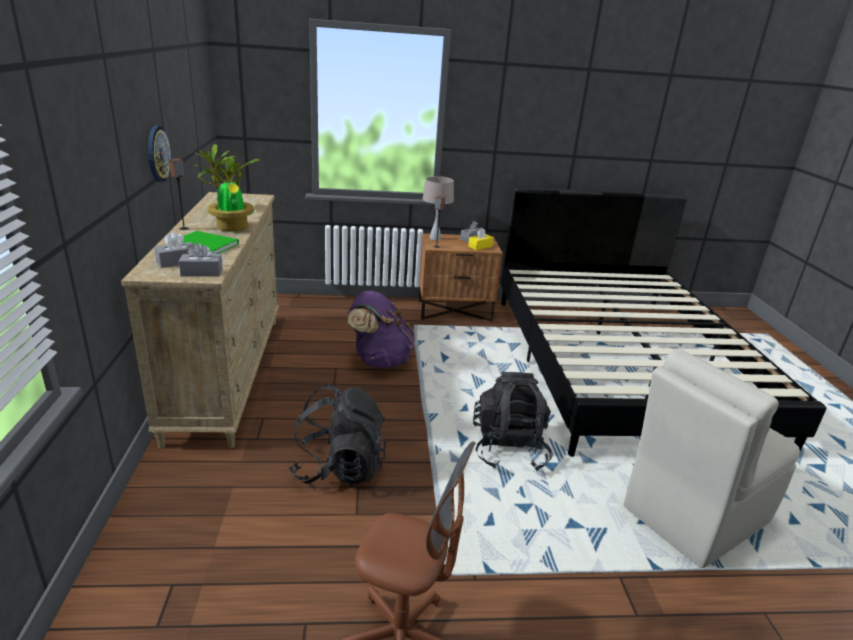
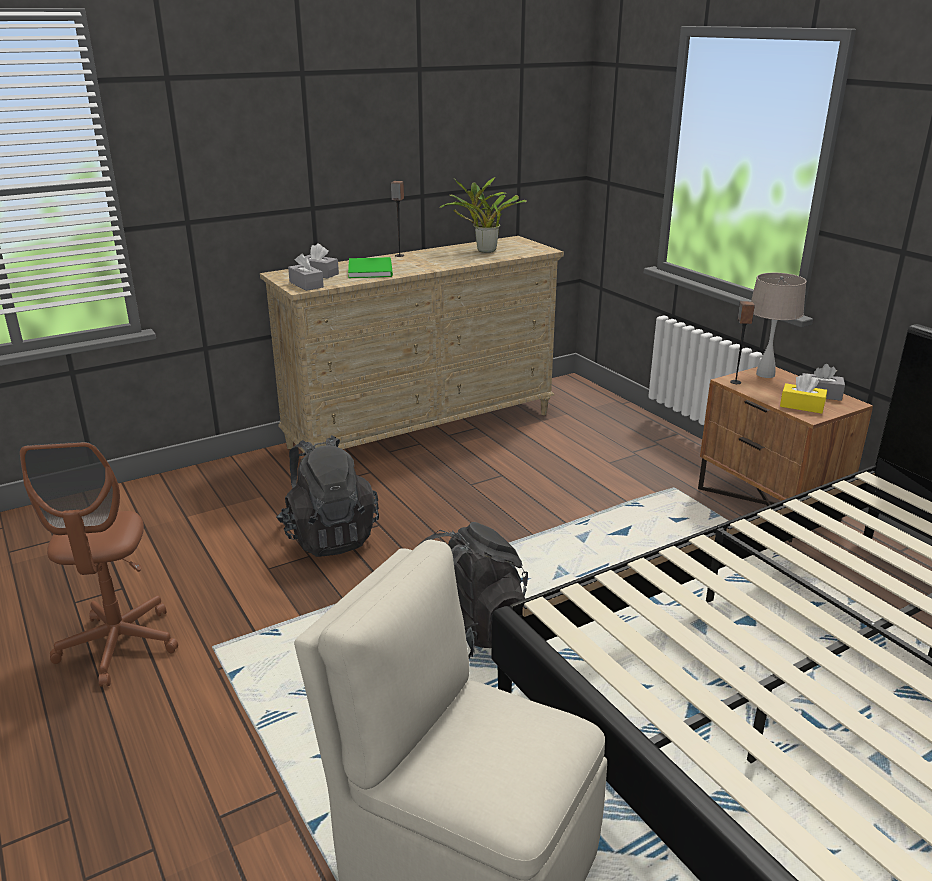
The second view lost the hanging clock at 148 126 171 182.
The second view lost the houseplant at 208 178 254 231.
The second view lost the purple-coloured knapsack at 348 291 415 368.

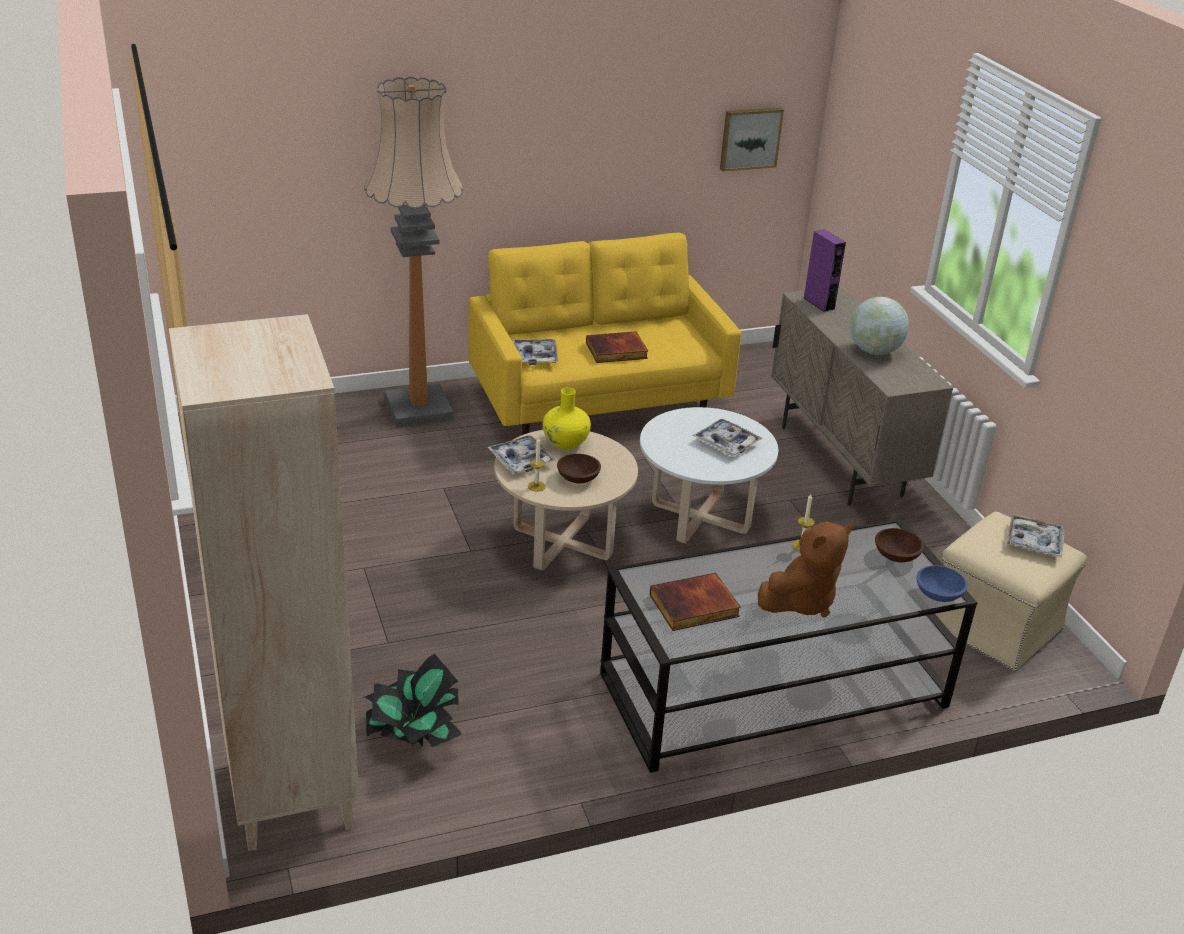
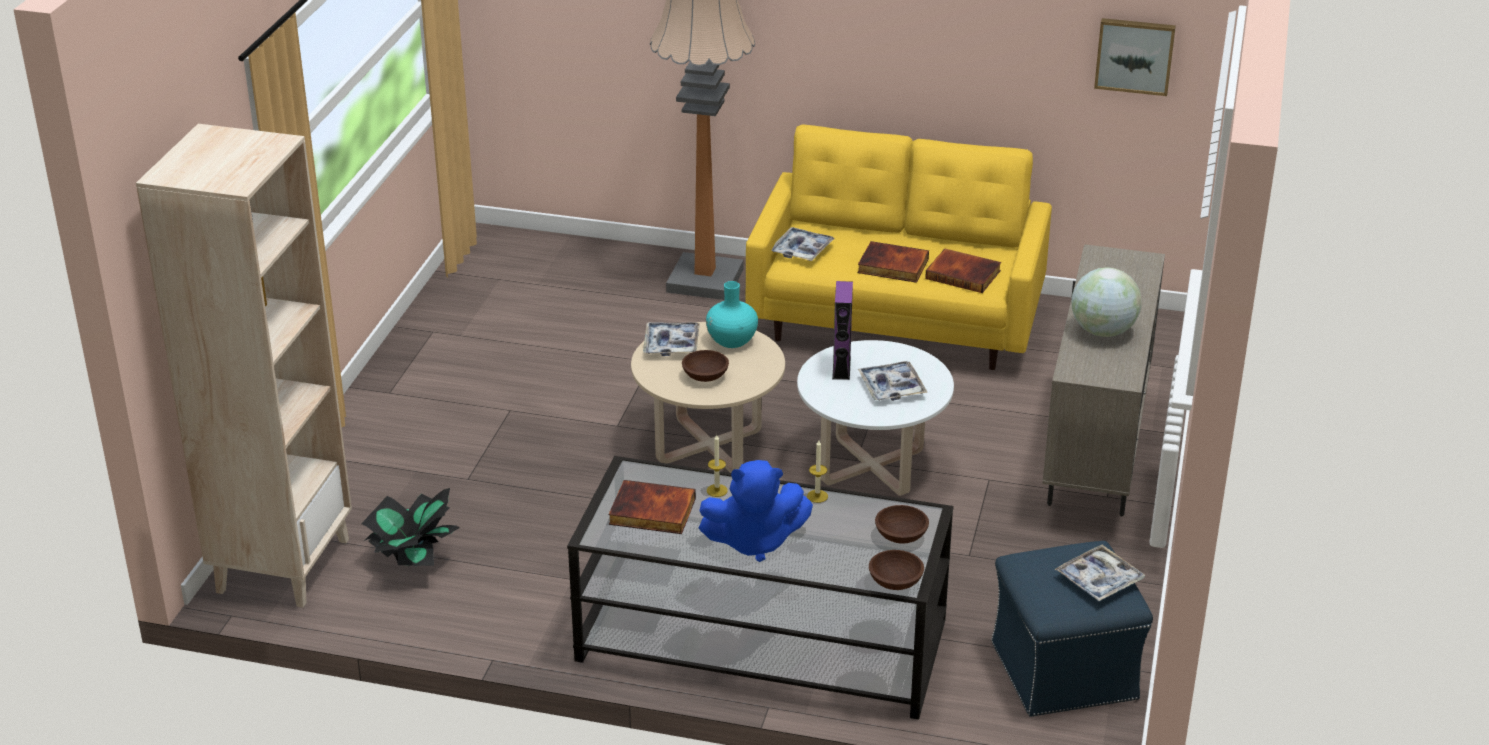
The purple-coloured audio speaker ended up elsewhere, having gone from 804 229 846 312 to 832 281 853 380.
What was the yellowish flower vase at 543 387 591 450 turned into the blue-green flower vase at 706 281 758 348.
The wax light ended up elsewhere, having gone from 528 436 546 492 to 707 435 728 497.
What was the sand-coloured pouffe at 936 512 1087 672 turned into the blue-coloured pouffe at 991 541 1153 717.
What was the brown-coloured plush toy at 758 521 853 617 turned into the blue-coloured plush toy at 699 460 813 562.
What was the blue-coloured serving bowl at 916 565 968 602 turned into the brown-coloured serving bowl at 869 550 924 590.
The second view gained the bound book at 925 249 1001 293.

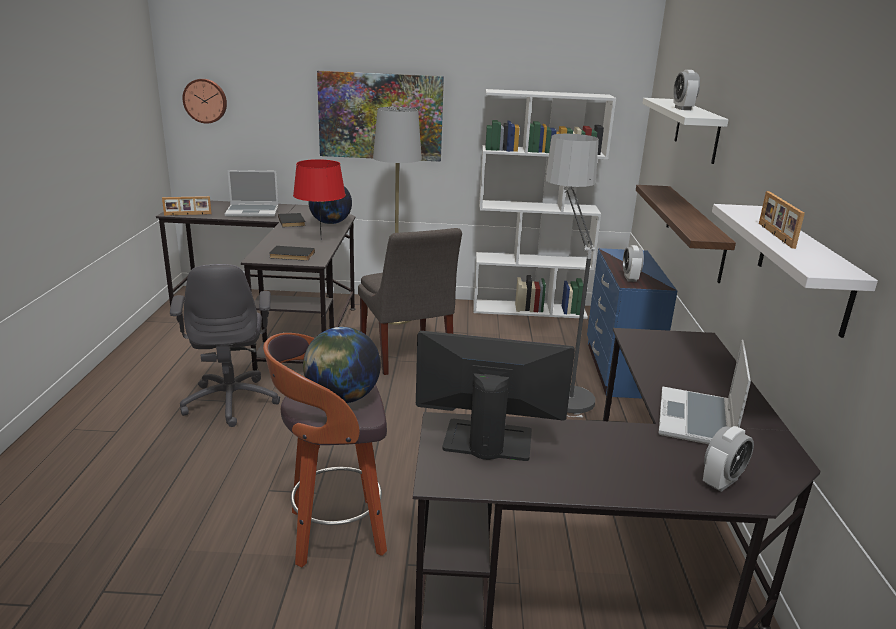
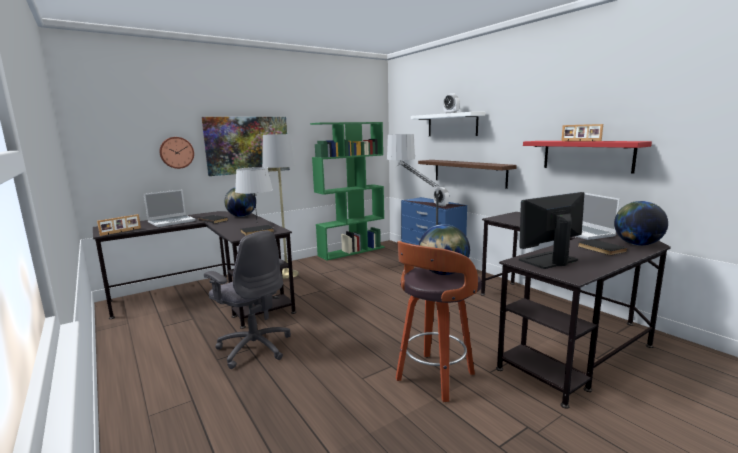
The hanging clock ended up elsewhere, having gone from 182 79 227 124 to 159 137 194 169.
What was the whitish bookcase at 473 89 616 319 turned into the greenish bookcase at 310 122 385 261.
What was the reddish lamp for a table at 293 159 346 233 turned into the grey lamp for a table at 235 167 273 219.
What was the whitish wall shelf at 712 204 878 338 turned into the reddish wall shelf at 523 141 652 174.
The second view lost the grey chair at 358 228 462 375.
Where the alarm clock stood at 703 426 754 492, the globe came to stand at 614 201 668 246.
The second view gained the blackish bound book at 578 239 627 255.

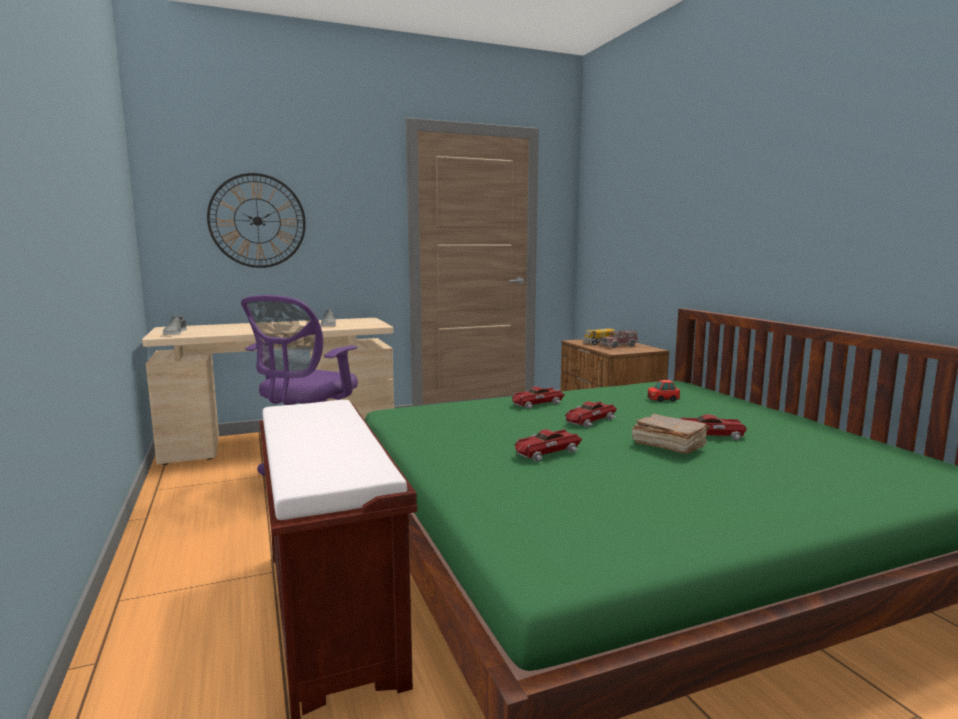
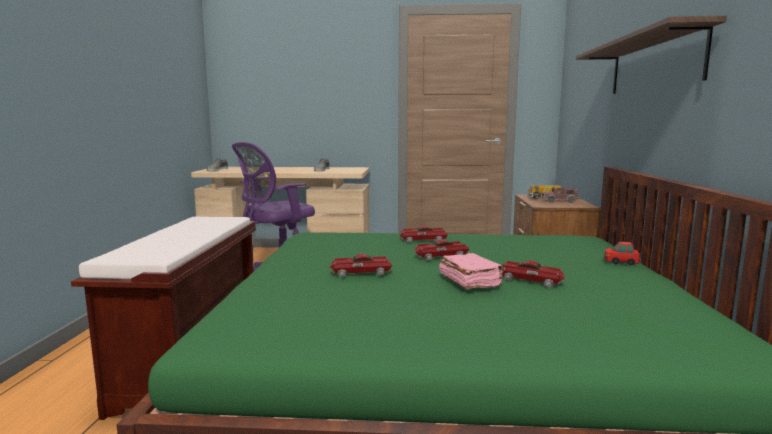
The second view lost the hanging clock at 207 173 306 268.
The miniature car ended up elsewhere, having gone from 648 380 680 402 to 604 242 640 266.
What was the brown-coloured bound book at 632 414 709 454 turned into the pink bound book at 439 253 505 289.
The second view gained the wall shelf at 576 16 727 94.

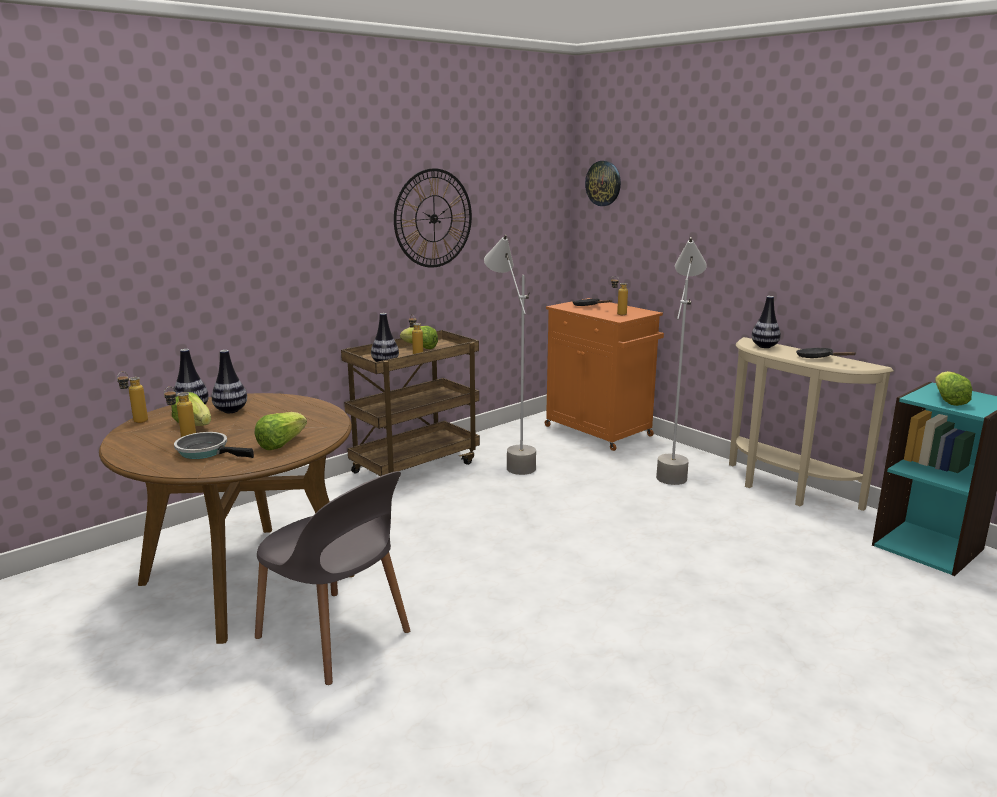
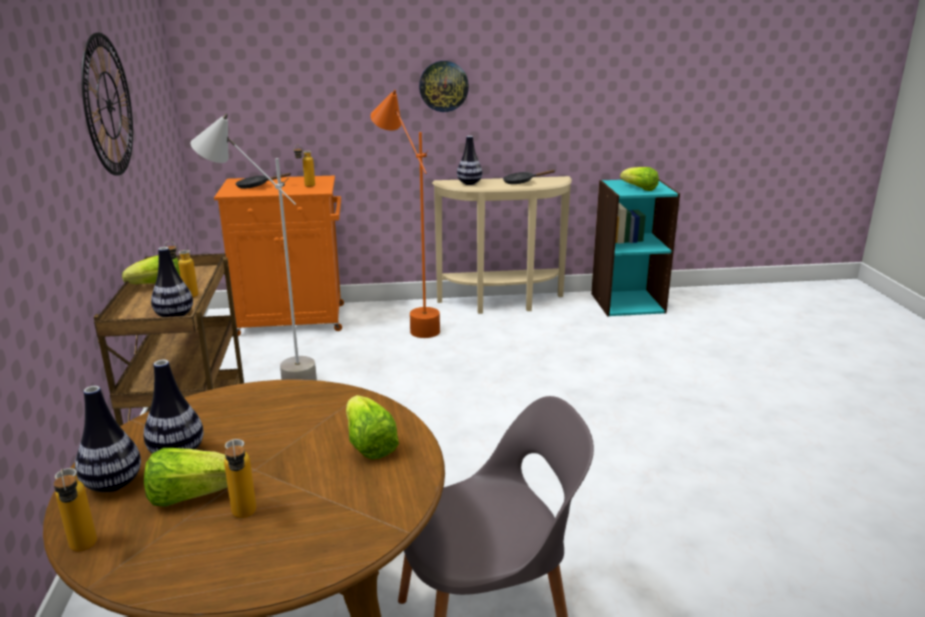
The hanging clock ended up elsewhere, having gone from 585 161 621 206 to 419 61 469 112.
What was the grey standard lamp at 656 237 707 485 turned into the orange-coloured standard lamp at 371 90 440 338.
The second view lost the pan at 174 432 254 459.

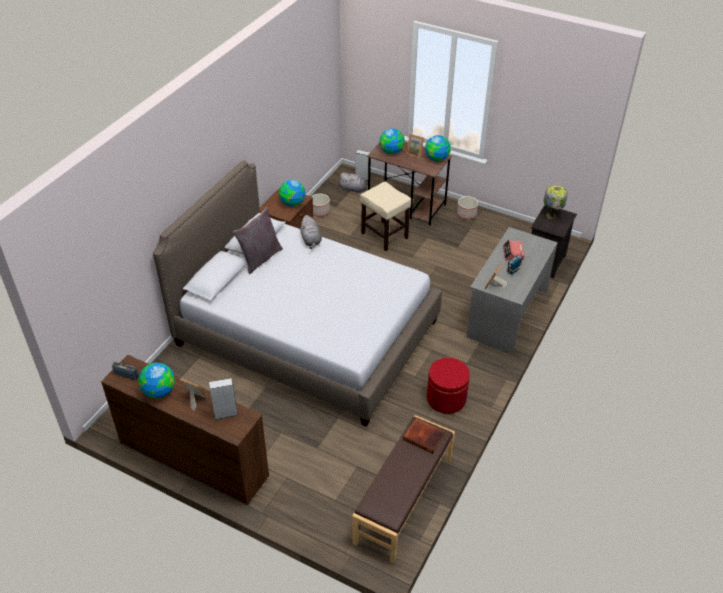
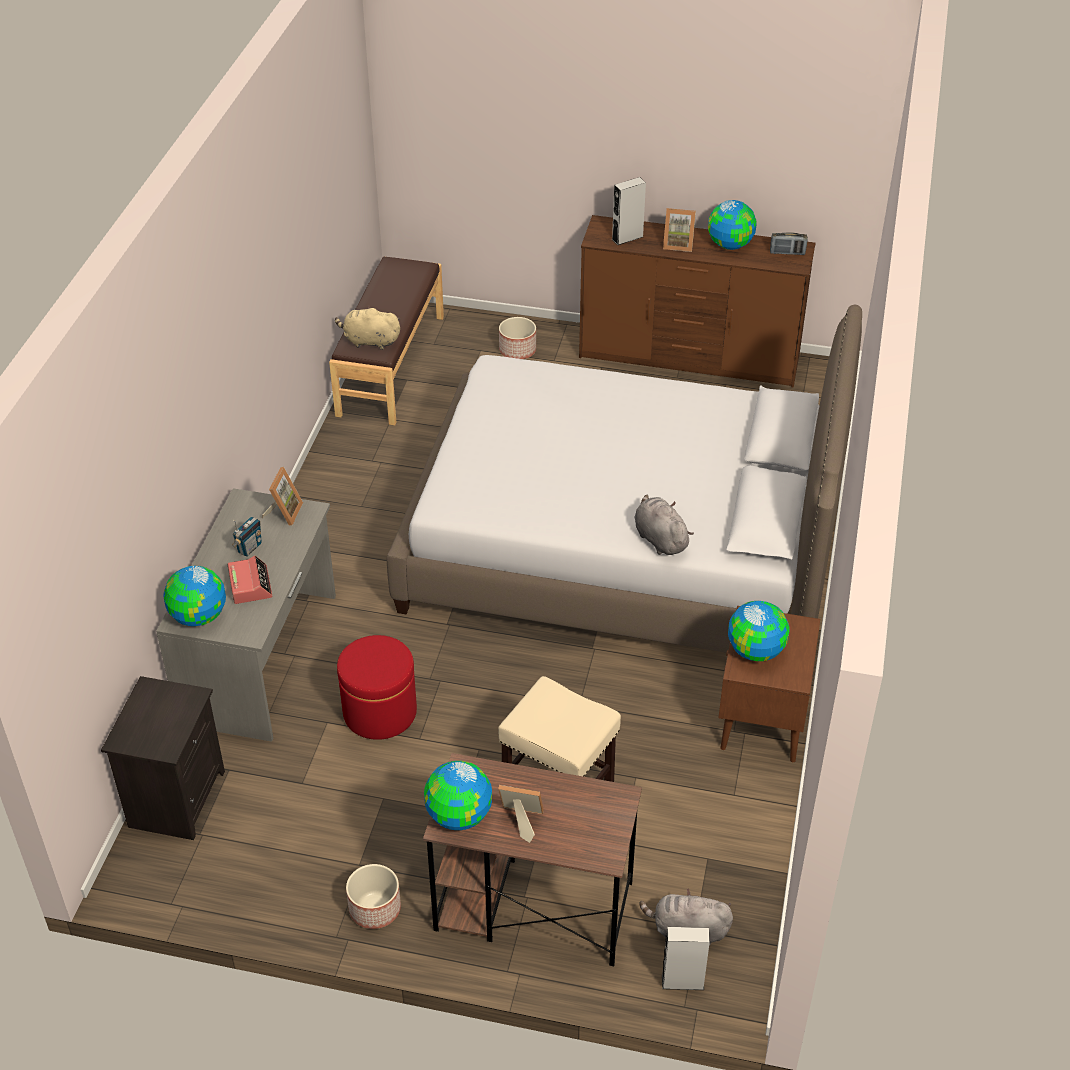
The globe ended up elsewhere, having gone from 380 128 405 154 to 163 566 226 626.
The second view lost the lamp for a table at 544 185 568 219.
The plant pot ended up elsewhere, having gone from 311 194 330 217 to 499 317 536 359.
The second view lost the grey throw pillow at 233 207 283 274.
The reddish pouffe ended up elsewhere, having gone from 427 358 470 414 to 337 635 417 740.
Where the bound book stood at 403 418 445 454, the sand-coloured plush toy came to stand at 335 305 401 350.

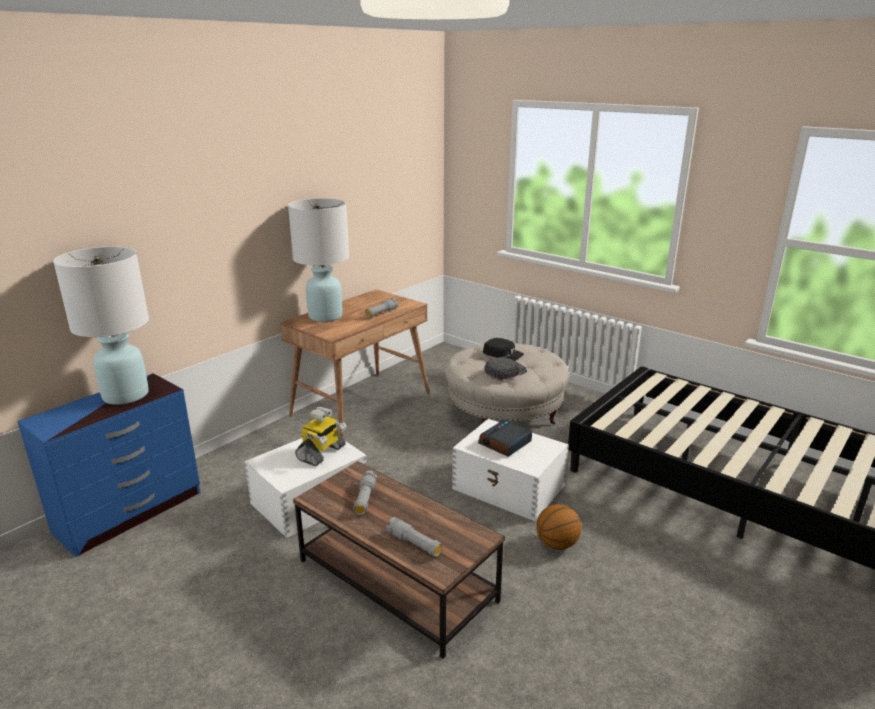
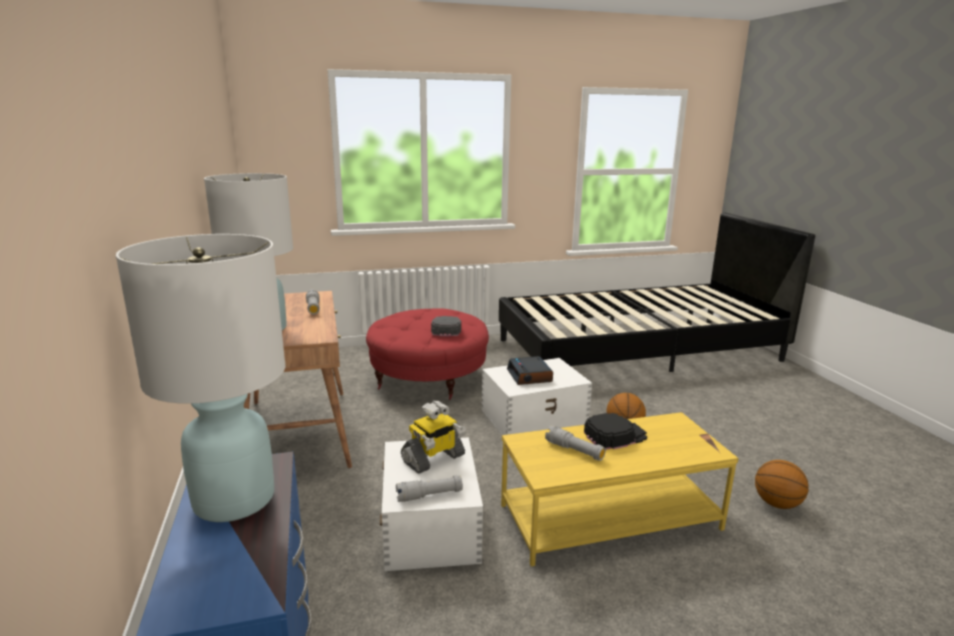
The blackish baseball cap ended up elsewhere, having gone from 483 338 524 361 to 584 413 647 450.
What was the sand-coloured pouffe at 445 343 569 424 turned into the reddish pouffe at 366 308 489 400.
The robot figure at 295 407 347 466 ended up facing another way, 75 degrees clockwise from before.
What was the brown-coloured low table at 293 461 505 658 turned into the yellowish low table at 501 412 738 566.
The grey flashlight ended up elsewhere, having gone from 386 517 442 557 to 396 475 463 502.
The second view gained the basketball at 755 460 809 509.

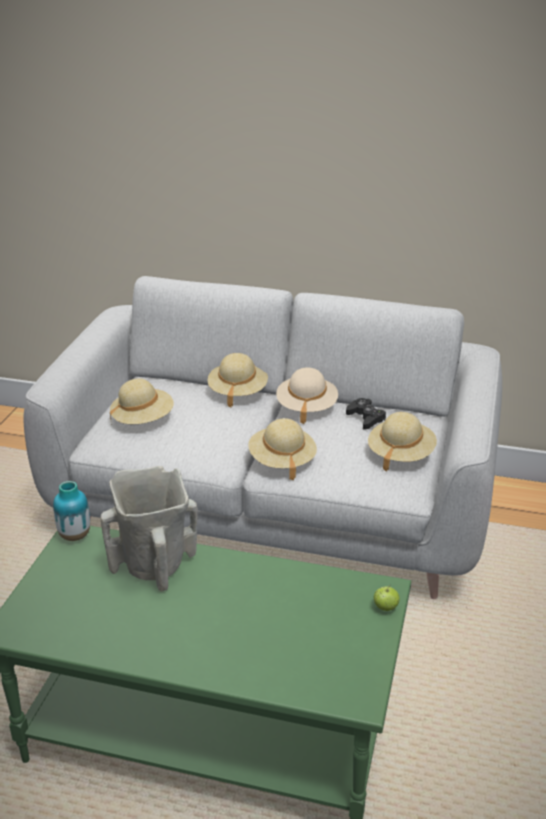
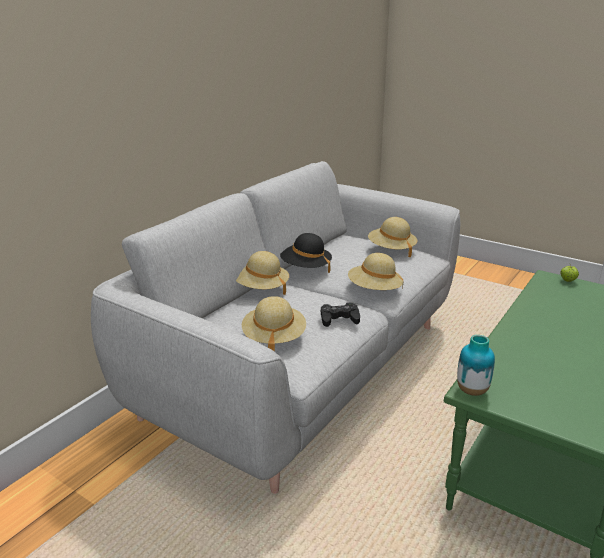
What was the sand-coloured wearable hat at 276 367 338 424 turned into the blackish wearable hat at 280 233 332 273.
The blackish gamepad ended up elsewhere, having gone from 346 398 386 430 to 321 302 360 327.
The second view lost the sand-coloured flower vase at 100 466 198 592.

